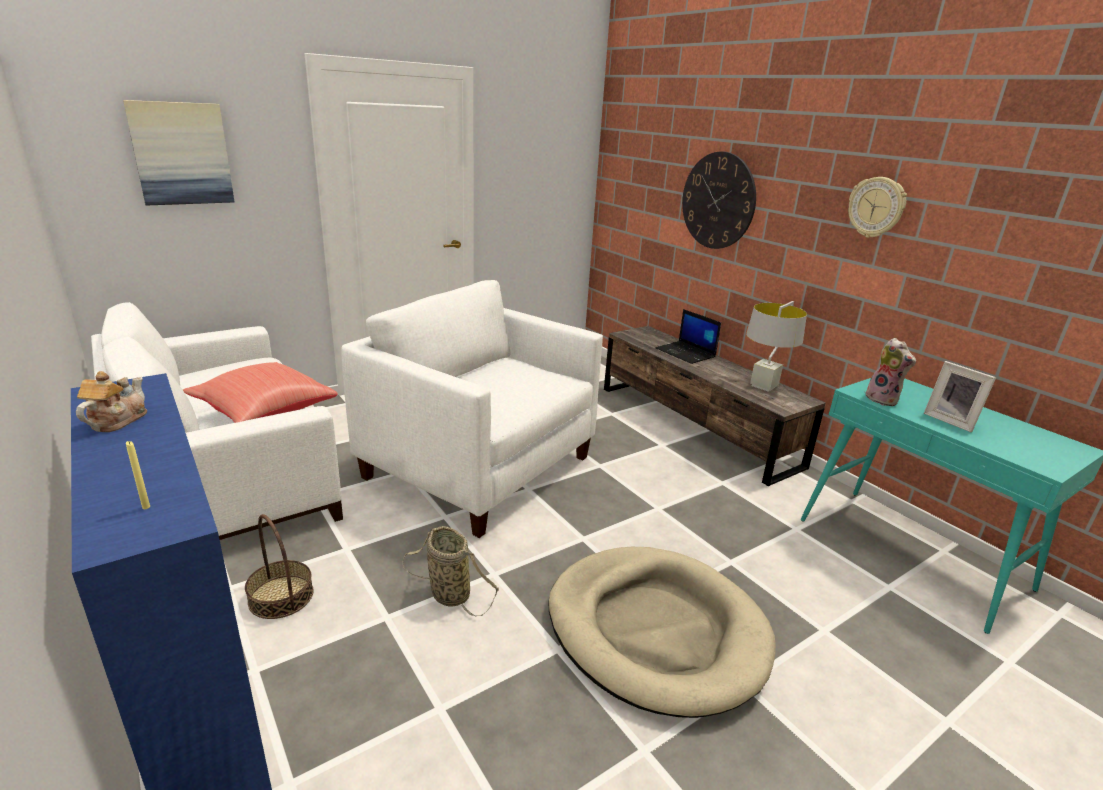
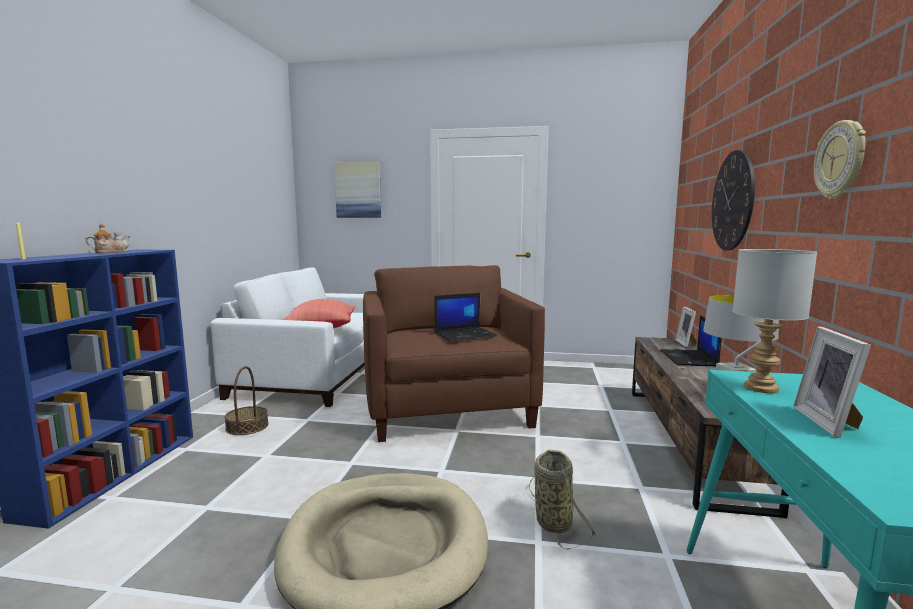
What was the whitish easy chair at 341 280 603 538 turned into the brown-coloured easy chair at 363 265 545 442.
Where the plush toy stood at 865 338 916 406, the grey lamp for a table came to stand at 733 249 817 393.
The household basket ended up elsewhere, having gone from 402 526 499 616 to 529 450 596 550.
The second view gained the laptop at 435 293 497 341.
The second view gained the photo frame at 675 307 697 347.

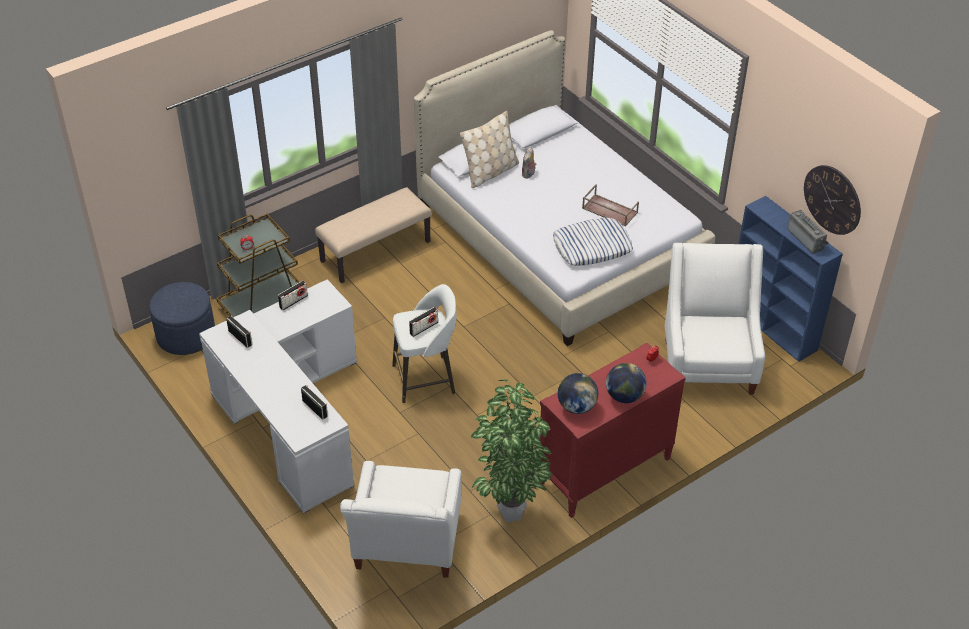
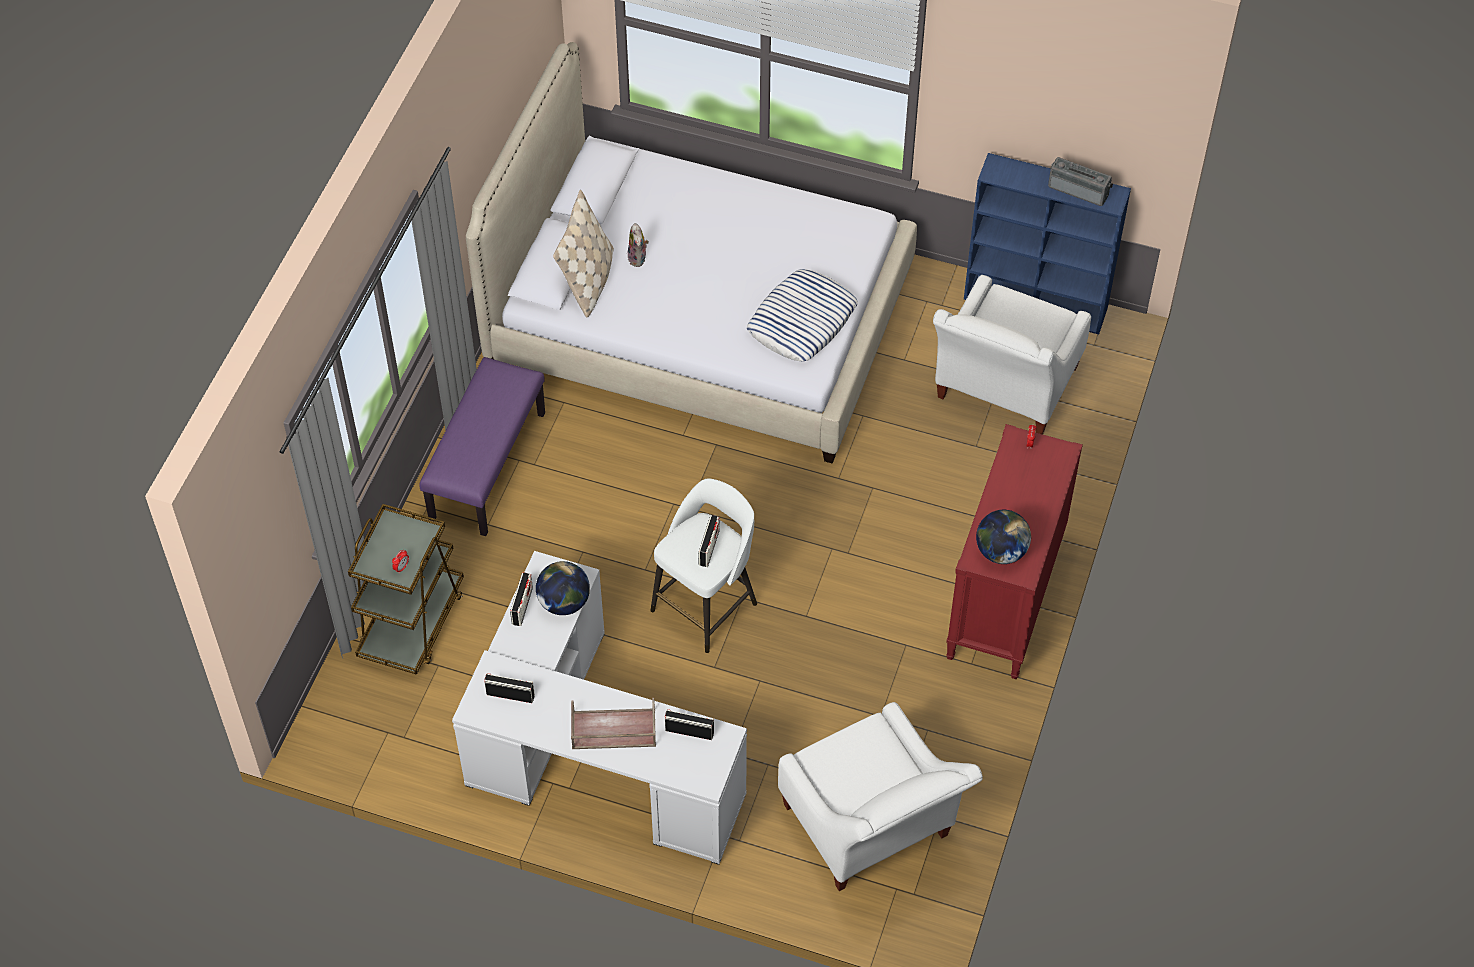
The second view lost the hanging clock at 804 165 861 235.
The brown-coloured tray ended up elsewhere, having gone from 582 184 639 227 to 571 698 656 749.
What was the sand-coloured bench at 315 187 432 283 turned into the purple-coloured bench at 419 357 545 536.
The whitish easy chair at 665 243 765 395 ended up facing another way, 120 degrees counterclockwise from before.
The second view lost the blue-coloured pouffe at 149 282 215 355.
The globe ended up elsewhere, having gone from 606 363 646 403 to 536 561 590 615.
The second view lost the houseplant at 471 379 552 522.

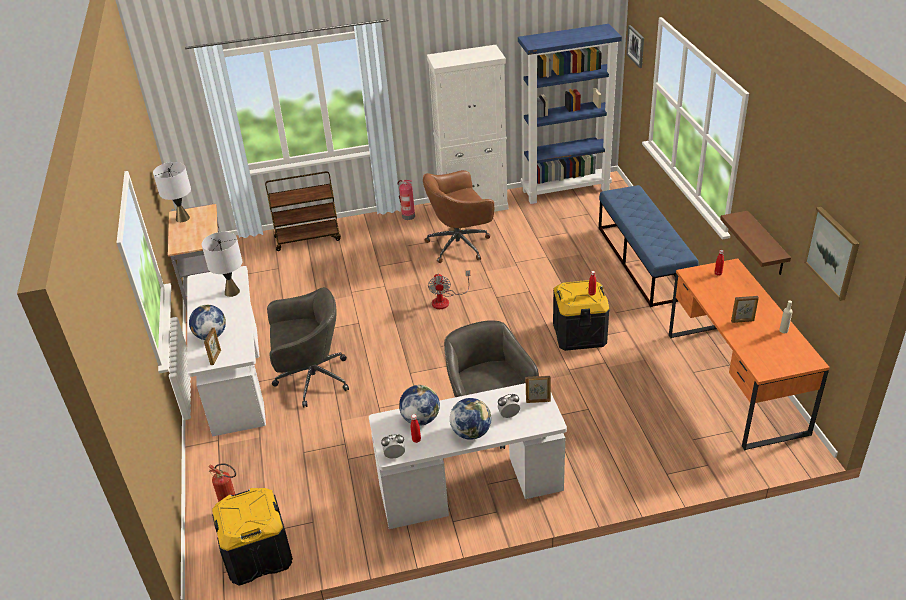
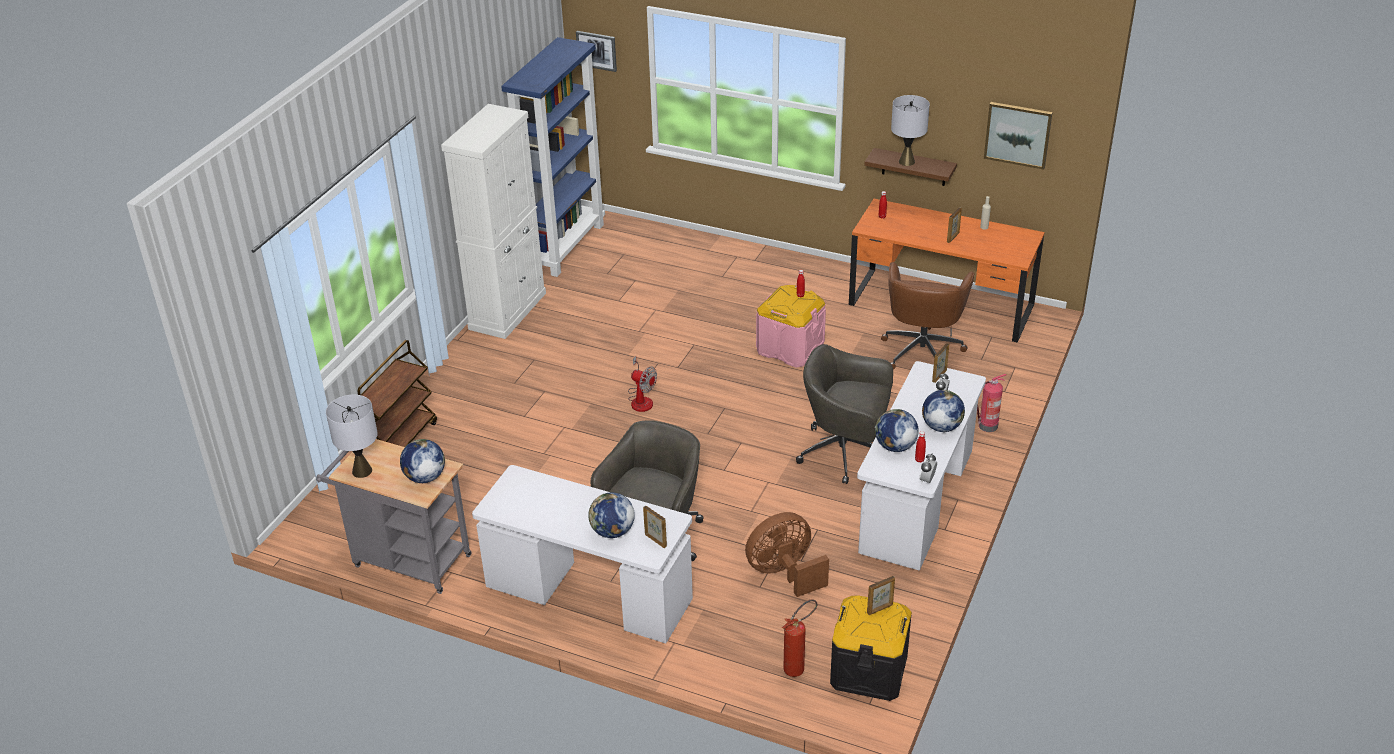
The brown-coloured computer chair ended up elsewhere, having gone from 423 170 494 263 to 881 262 975 369.
The fire extinguisher ended up elsewhere, having gone from 398 180 415 220 to 977 374 1006 432.
The second view lost the blue-coloured bench at 599 185 699 307.
The grey lamp for a table ended up elsewhere, having gone from 202 232 242 297 to 891 95 930 166.
What was the blackish storage bin at 553 280 609 351 turned into the pink storage bin at 756 285 826 368.
The second view gained the globe at 400 439 445 483.
The second view gained the brown-coloured fan at 745 512 829 597.
The second view gained the photo frame at 867 576 895 615.

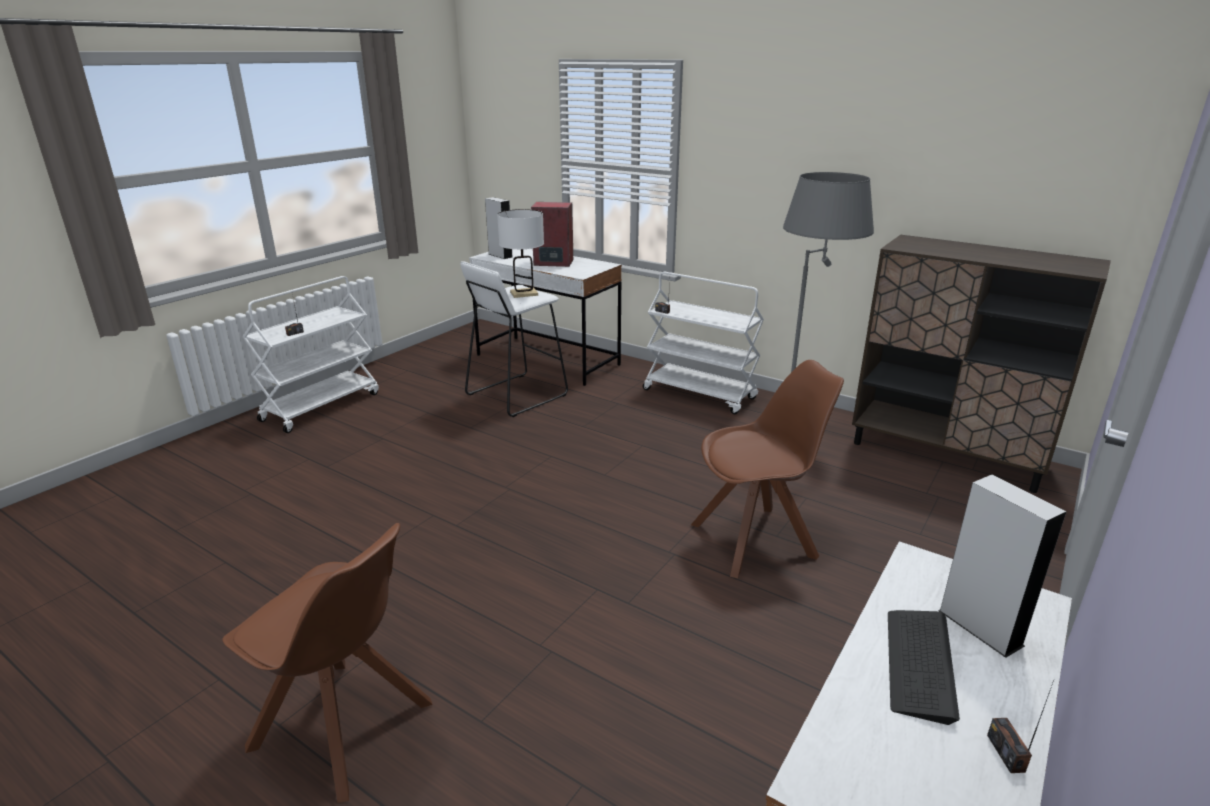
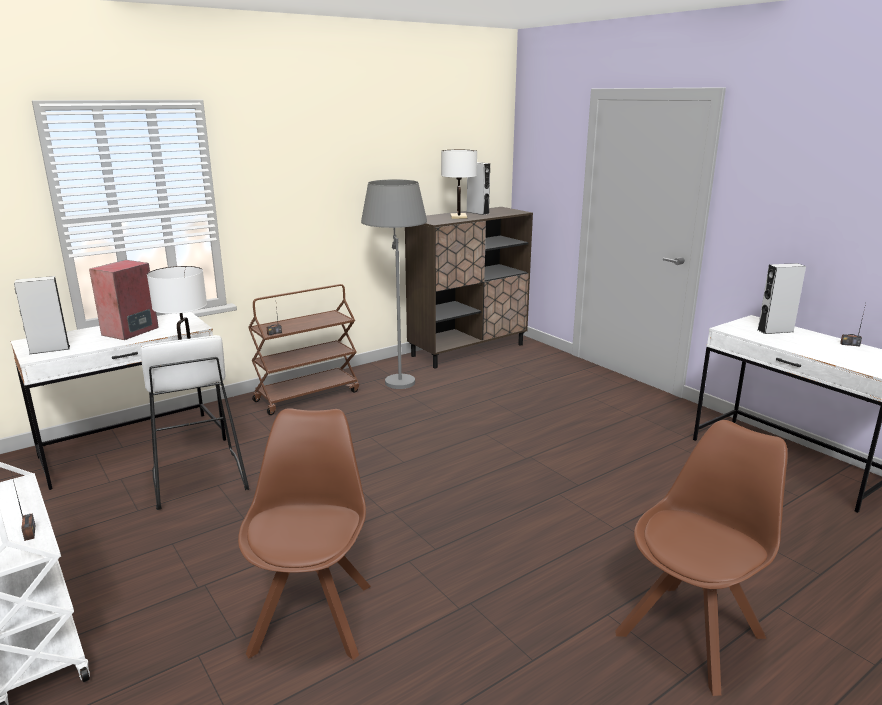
What was the whitish cart at 643 272 764 414 turned into the brown-coloured cart at 248 284 359 415.
The brown-coloured chair ended up elsewhere, having gone from 691 360 844 578 to 238 408 371 660.
The second view lost the computer keyboard at 888 610 960 725.
The second view gained the whitish lamp for a table at 441 149 477 219.
The second view gained the grey audio speaker at 467 162 490 215.

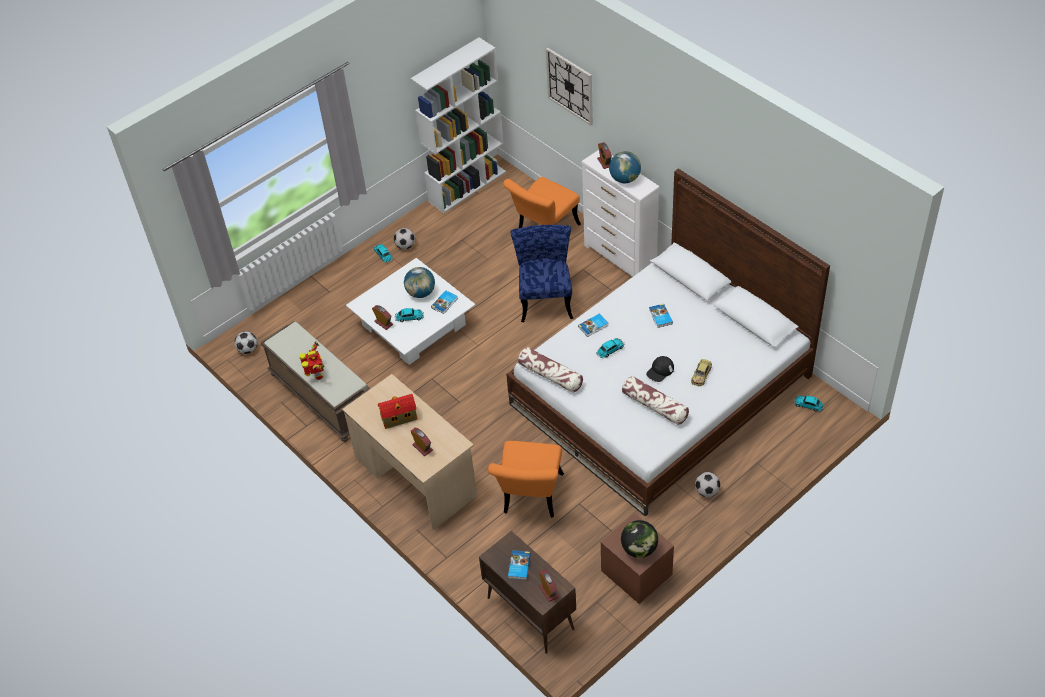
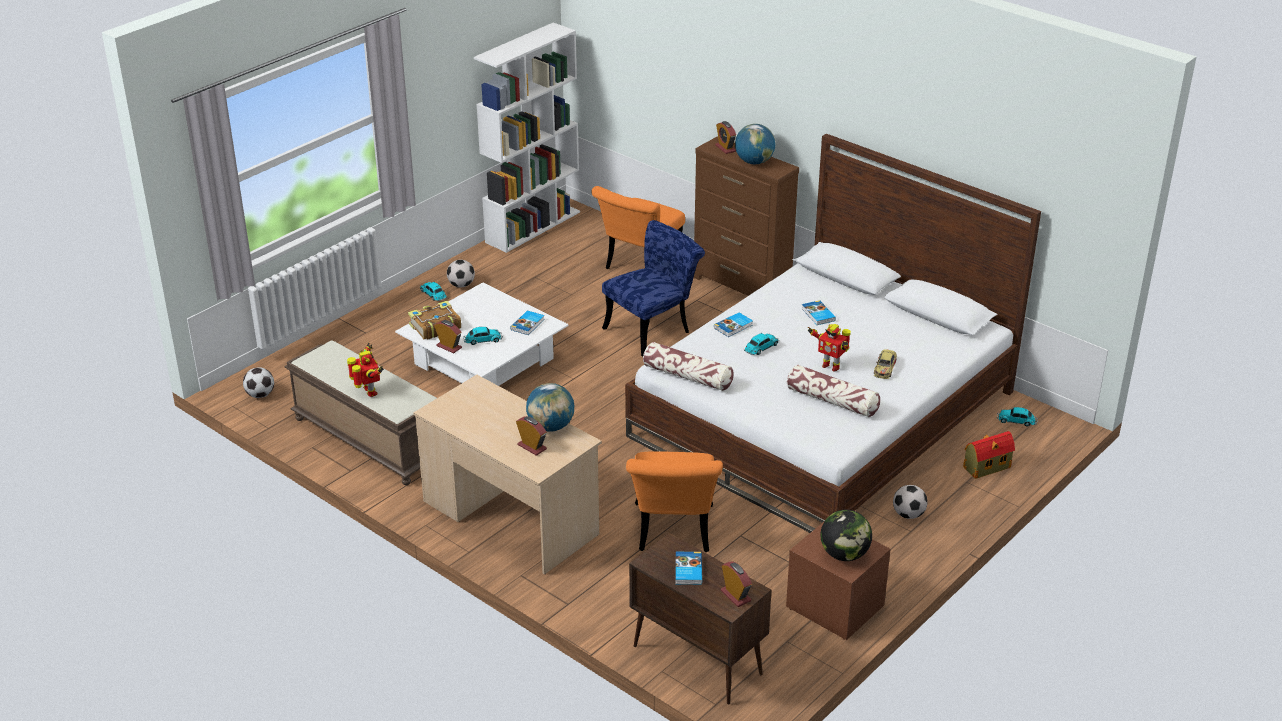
The second view lost the hanging clock at 546 48 593 126.
What was the whitish dresser at 582 150 660 277 turned into the brown-coloured dresser at 694 136 799 296.
The blue-coloured chair at 511 225 573 322 ended up facing another way, 60 degrees clockwise from before.
The globe ended up elsewhere, having gone from 404 267 435 298 to 526 383 574 432.
Where the blackish baseball cap stood at 646 356 674 382, the robot figure came to stand at 808 324 851 372.
The miniature house ended up elsewhere, having gone from 378 394 417 429 to 963 431 1015 479.
The second view gained the bound book at 408 301 461 340.

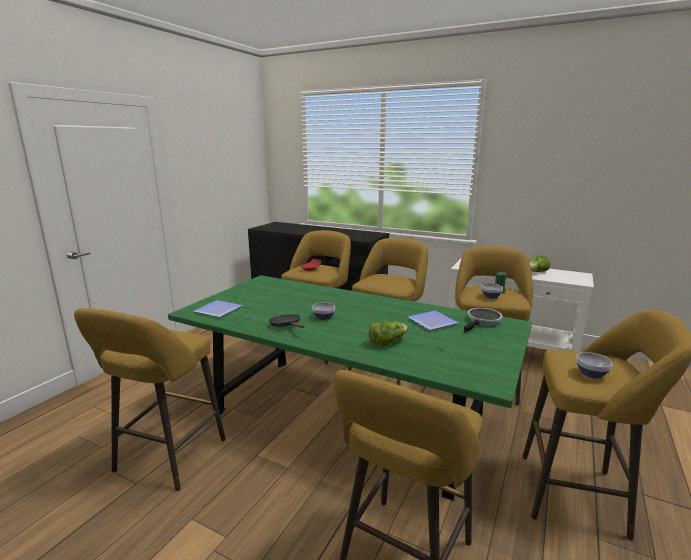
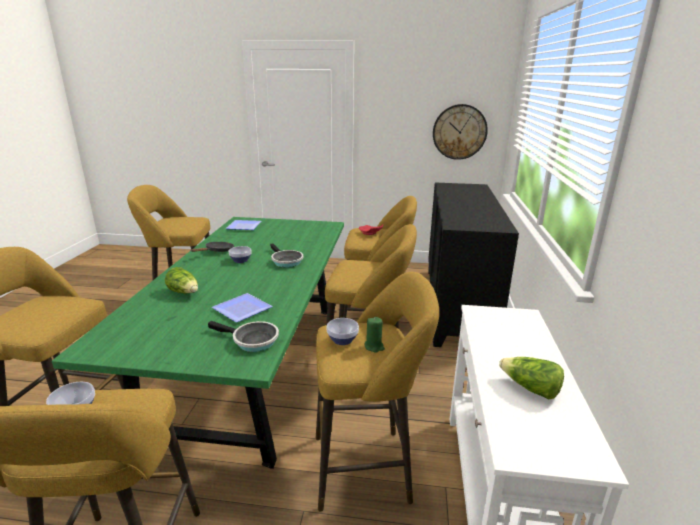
The second view gained the hanging clock at 433 104 488 160.
The second view gained the pan at 270 243 303 268.

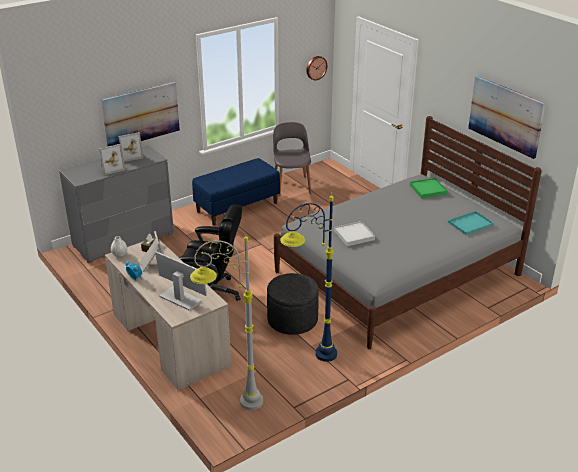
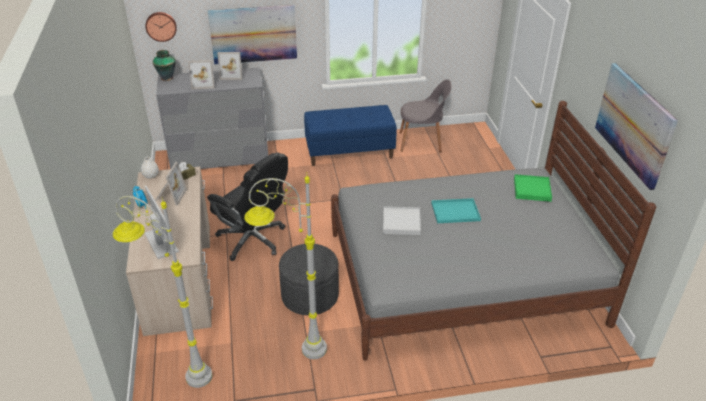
The hanging clock ended up elsewhere, having gone from 306 56 327 80 to 145 12 177 42.
The grey chair at 273 122 311 196 ended up facing another way, 75 degrees clockwise from before.
What was the blue-coloured standard lamp at 280 192 337 362 turned into the grey standard lamp at 244 172 327 359.
The blue-green tray ended up elsewhere, having gone from 448 211 494 235 to 431 198 481 223.
The second view gained the flower vase at 153 50 176 81.

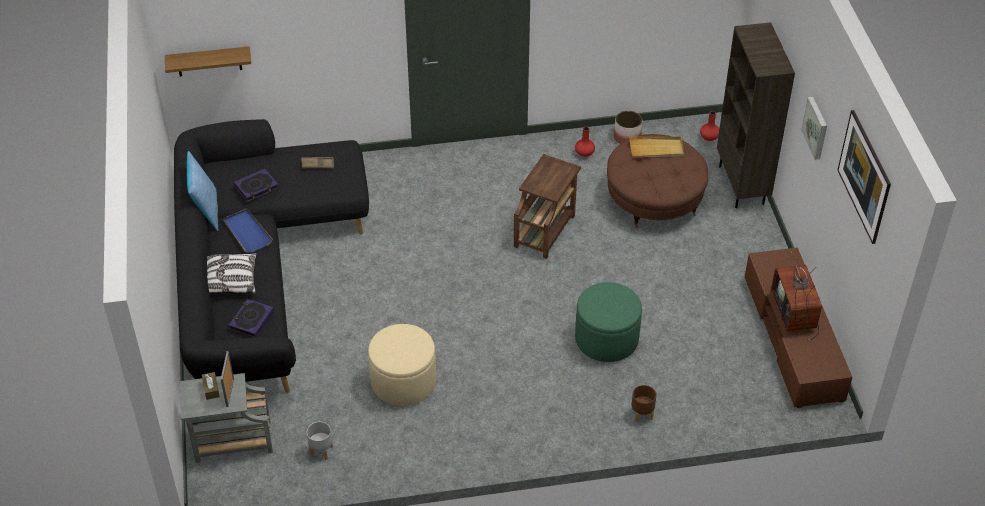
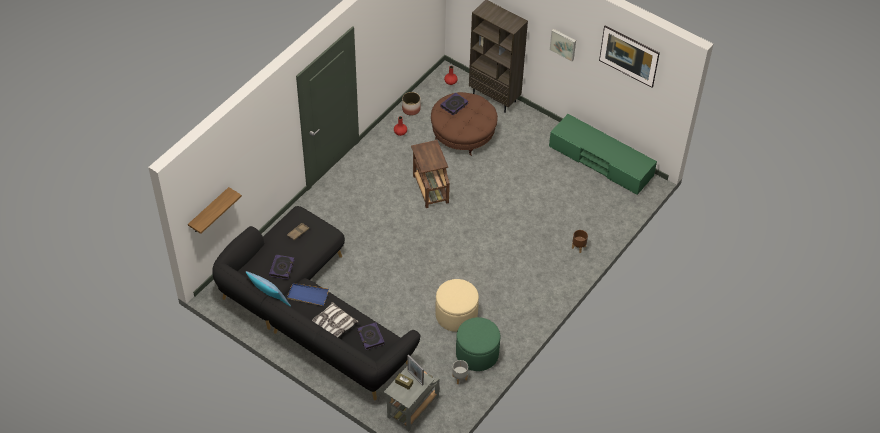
Where the sand-coloured tray stood at 630 137 684 157, the bound book came to stand at 441 92 468 115.
What was the brown-coloured tv stand at 745 247 853 408 turned into the greenish tv stand at 549 114 657 195.
The second view lost the TV at 771 248 822 342.
The greenish pouffe ended up elsewhere, having gone from 575 282 642 362 to 456 317 500 371.

